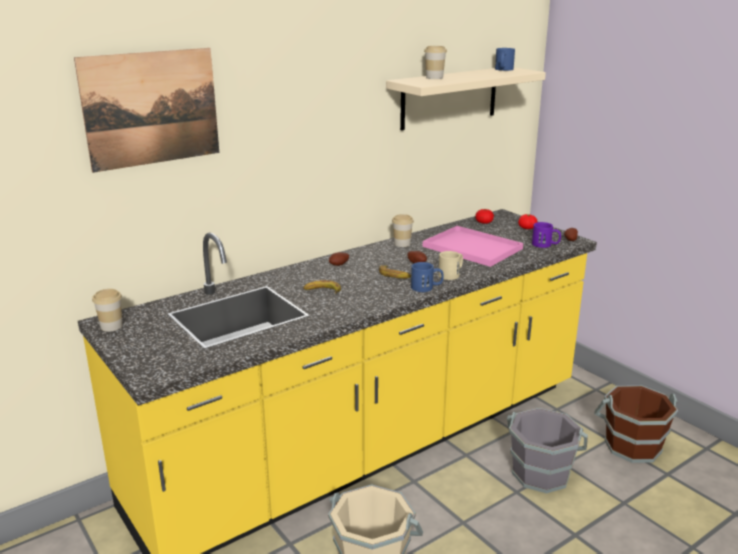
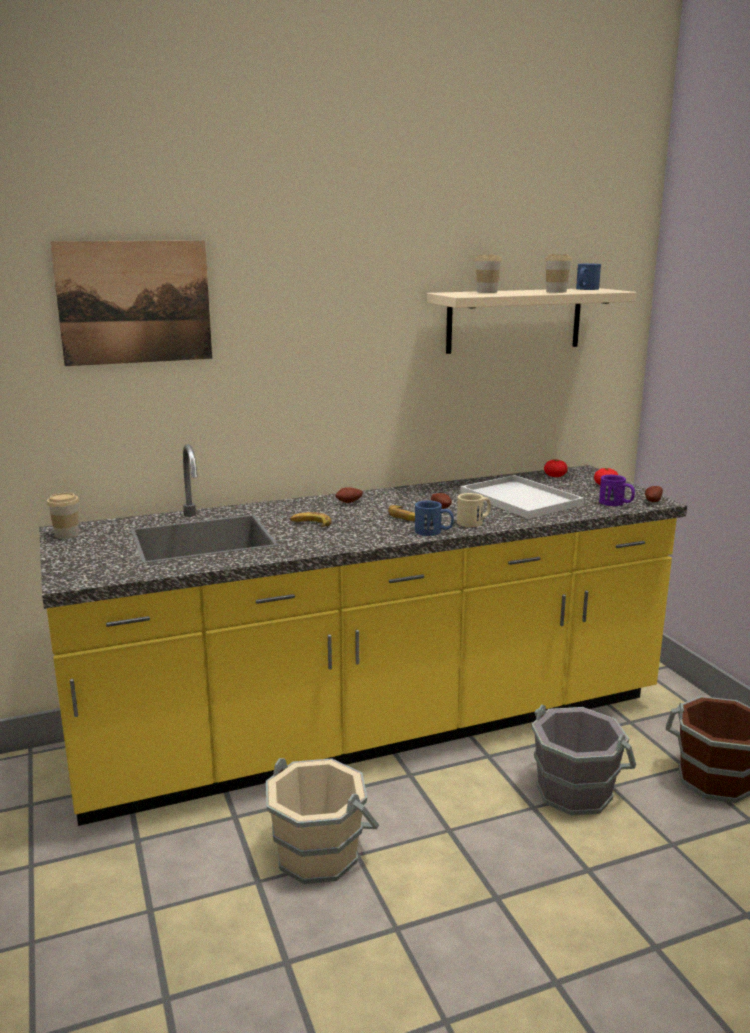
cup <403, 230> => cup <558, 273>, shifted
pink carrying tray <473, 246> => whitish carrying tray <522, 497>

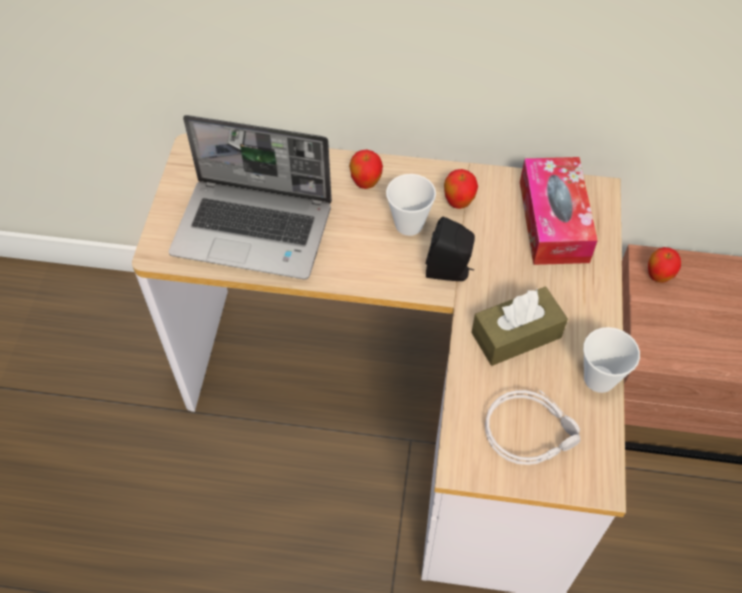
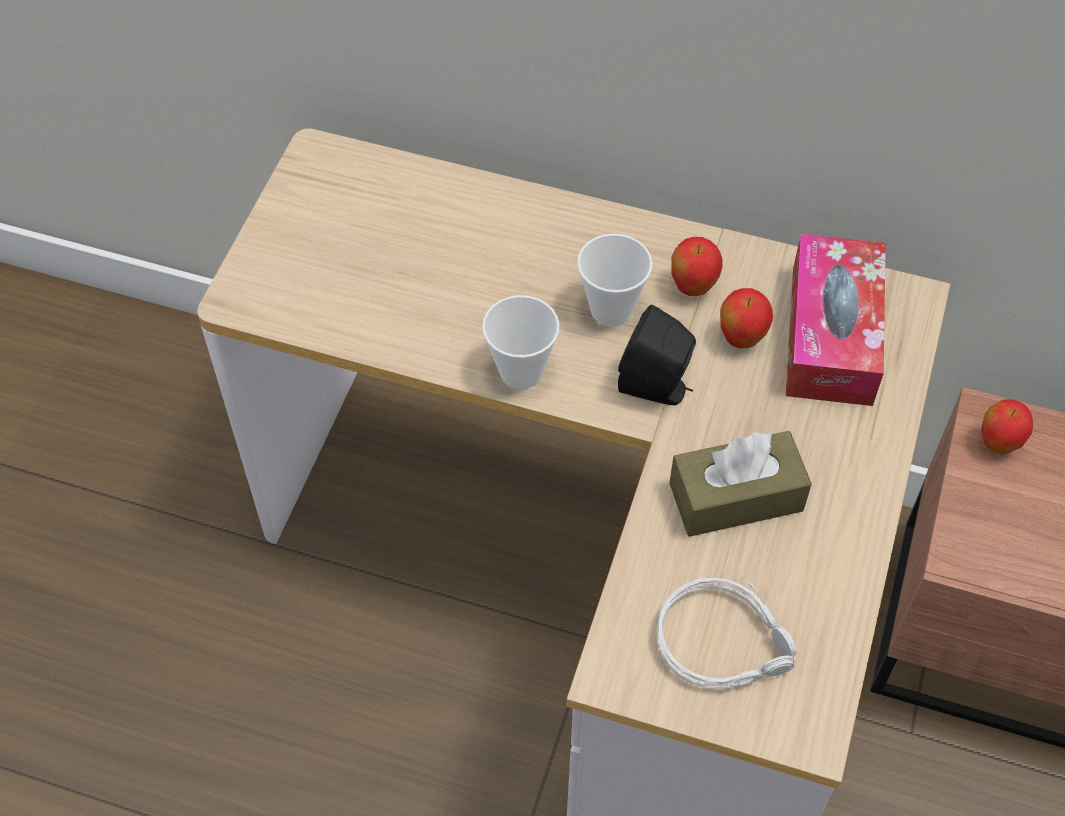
portable computer <250, 197> => nothing
apple fruit <366, 169> => apple fruit <746, 318>, shifted
cup <611, 360> => cup <521, 342>, shifted

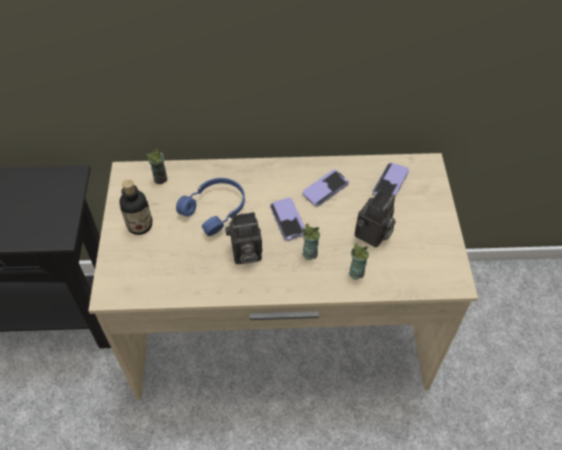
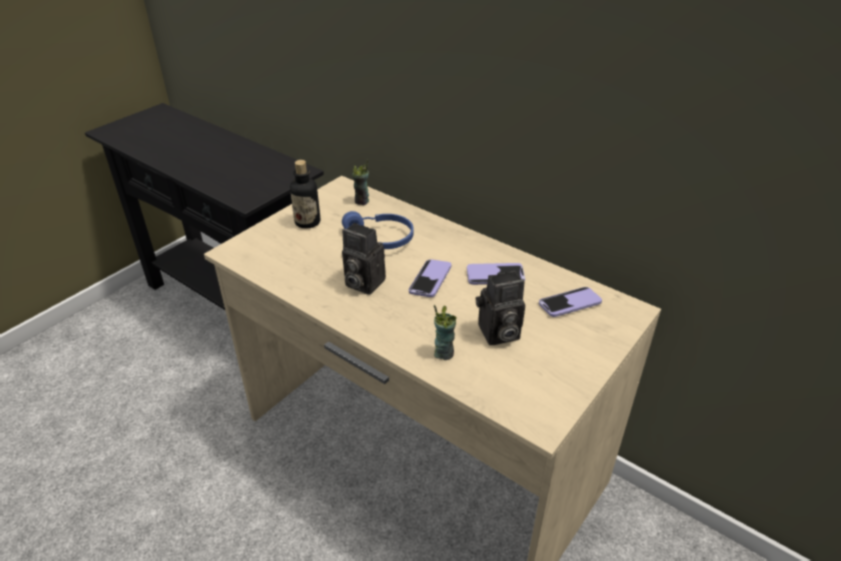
cup <311, 242> => nothing

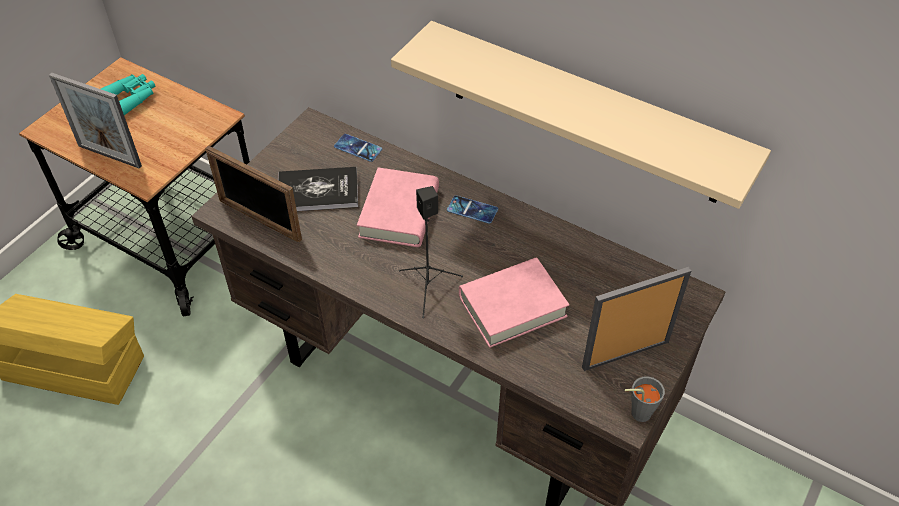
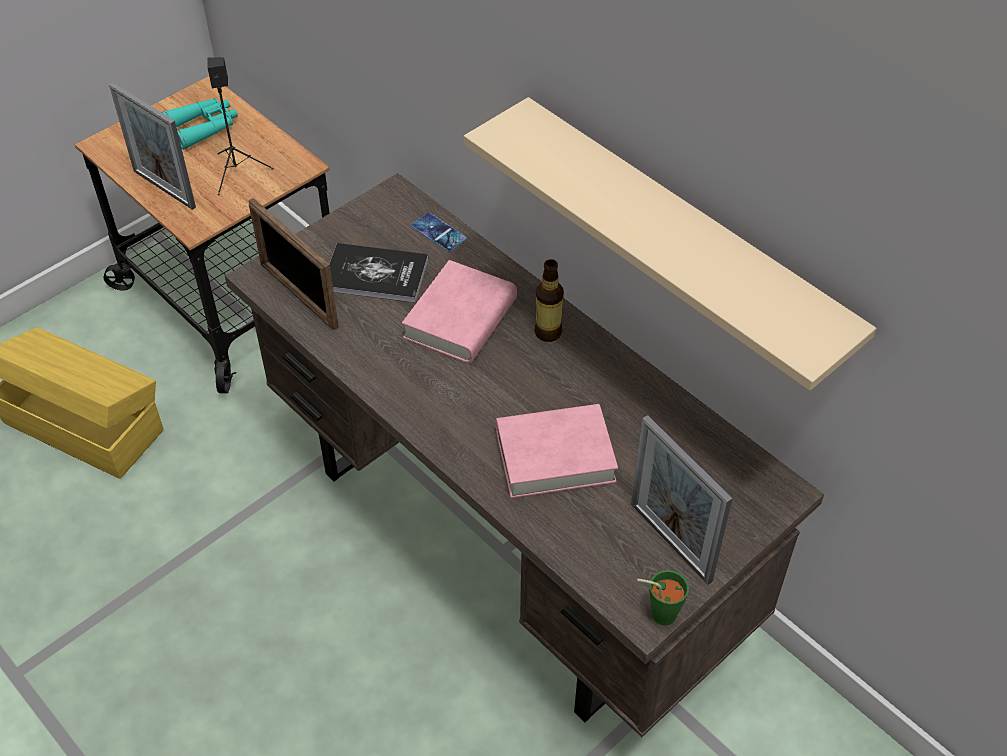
black audio speaker <431, 252> => black audio speaker <240, 126>, shifted
phone <472, 209> => drink bottle <549, 300>
photo frame <636, 319> => photo frame <681, 500>, 120 degrees counterclockwise
grey cup <645, 399> => green-coloured cup <663, 598>

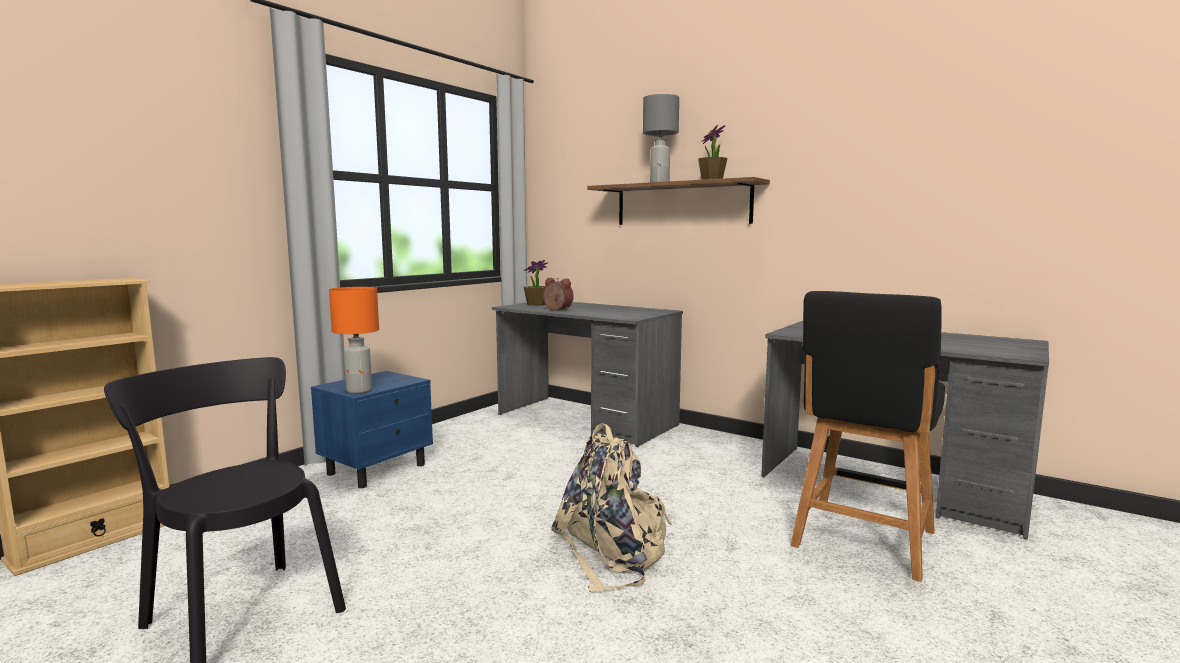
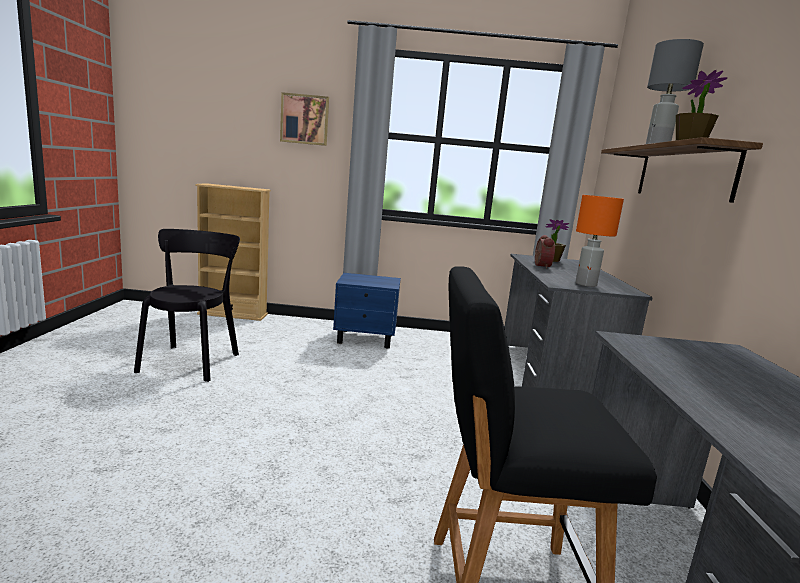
orange tabletop lamp <354, 340> => orange tabletop lamp <600, 241>, shifted
beige-coloured knapsack <611, 507> => nothing
nothing => wall picture <304, 119>

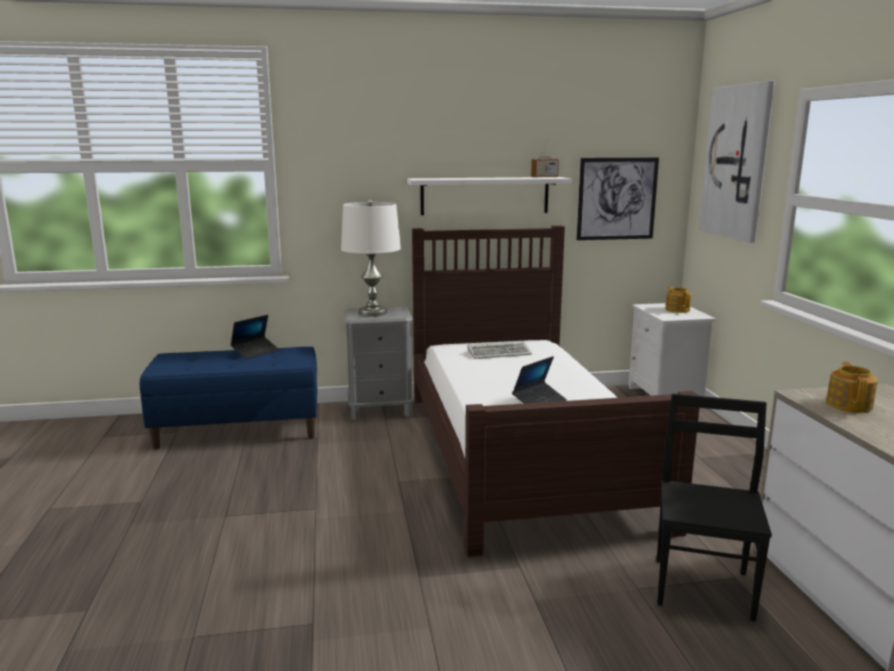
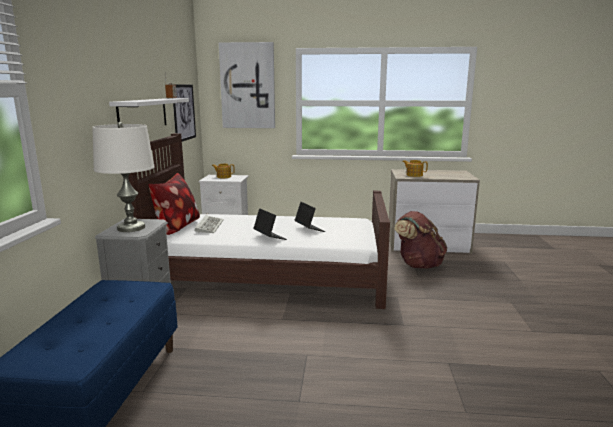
portable computer <255, 337> => portable computer <270, 224>, shifted
black chair <714, 507> => brown-coloured knapsack <420, 240>
nothing => pillow <174, 204>

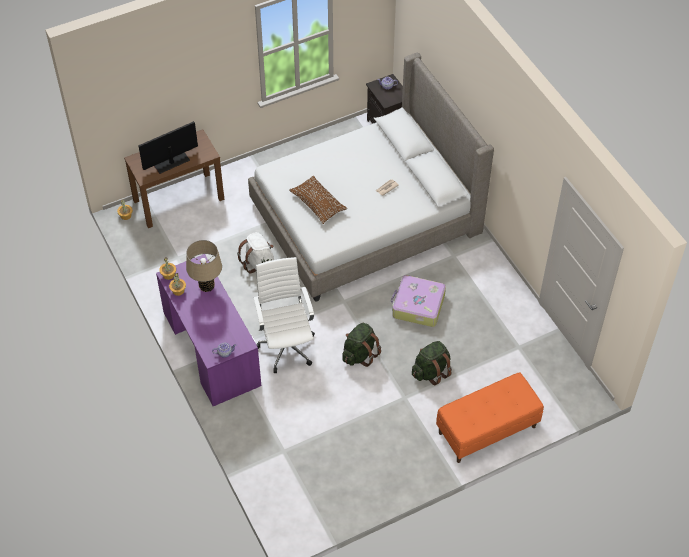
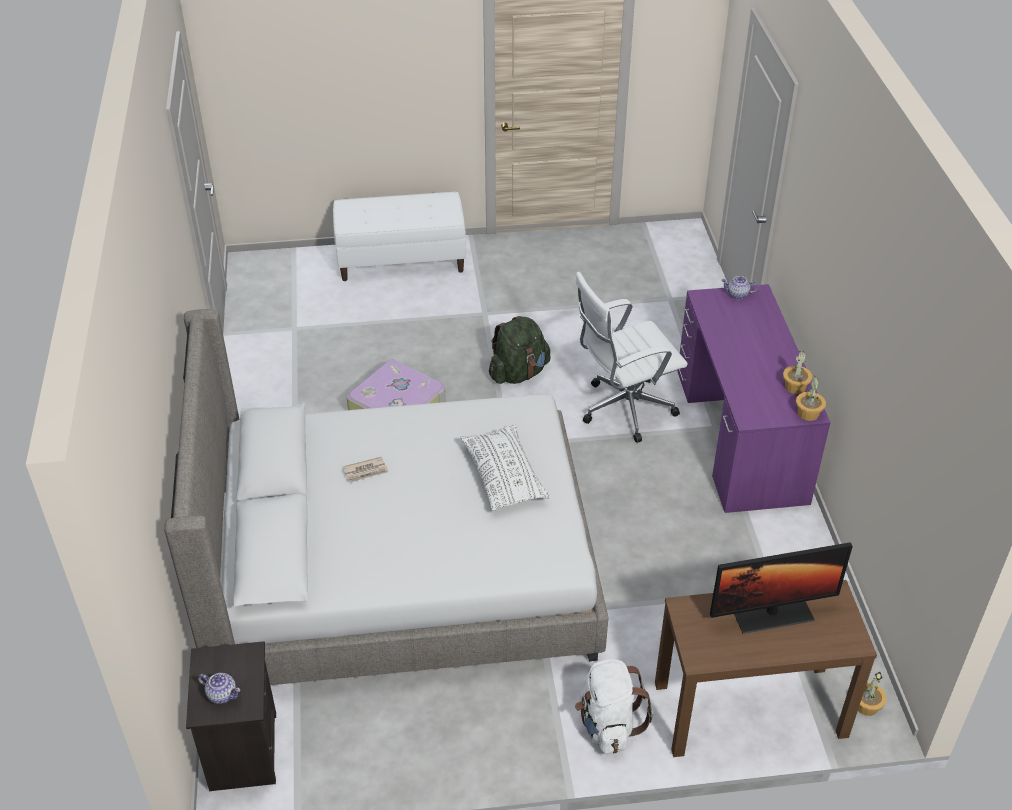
beige-coloured tabletop lamp <204, 266> => nothing
whitish knapsack <255, 252> => whitish knapsack <614, 706>, shifted
whitish office chair <284, 315> => whitish office chair <631, 357>, 60 degrees clockwise
brown-coloured pillow <318, 200> => whitish pillow <505, 467>
green-coloured knapsack <432, 363> => nothing
orange bench <490, 417> => whitish bench <399, 236>

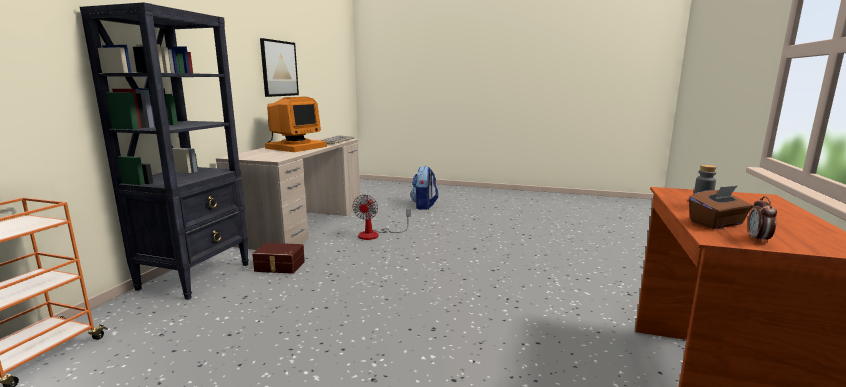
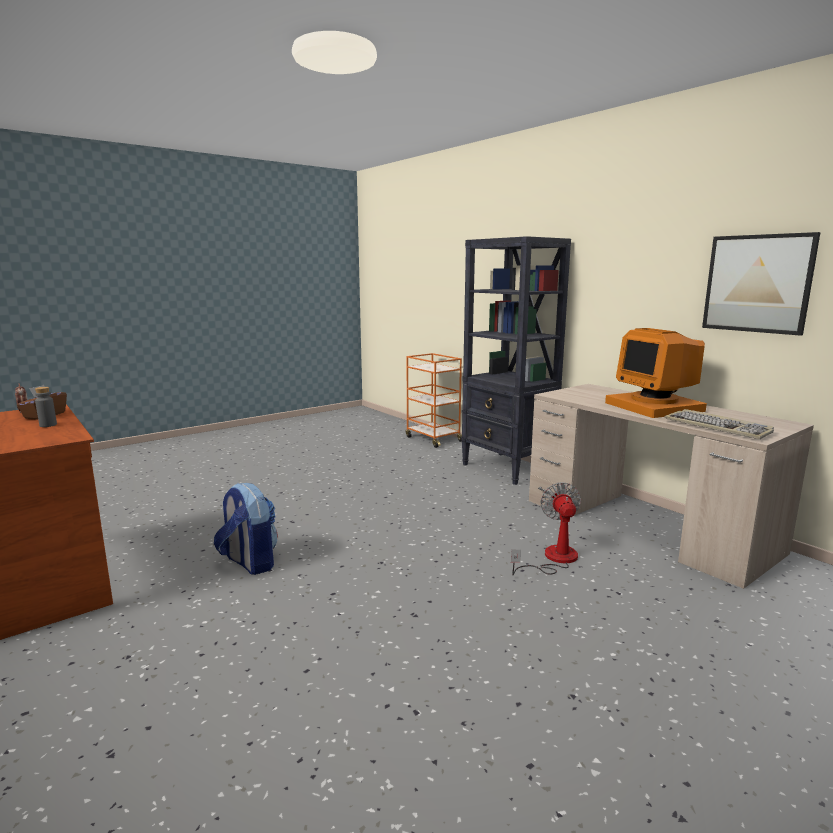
brown-coloured storage box <278, 258> => nothing
fan <381, 217> => fan <546, 529>, 45 degrees clockwise
knapsack <424, 188> => knapsack <246, 529>, shifted

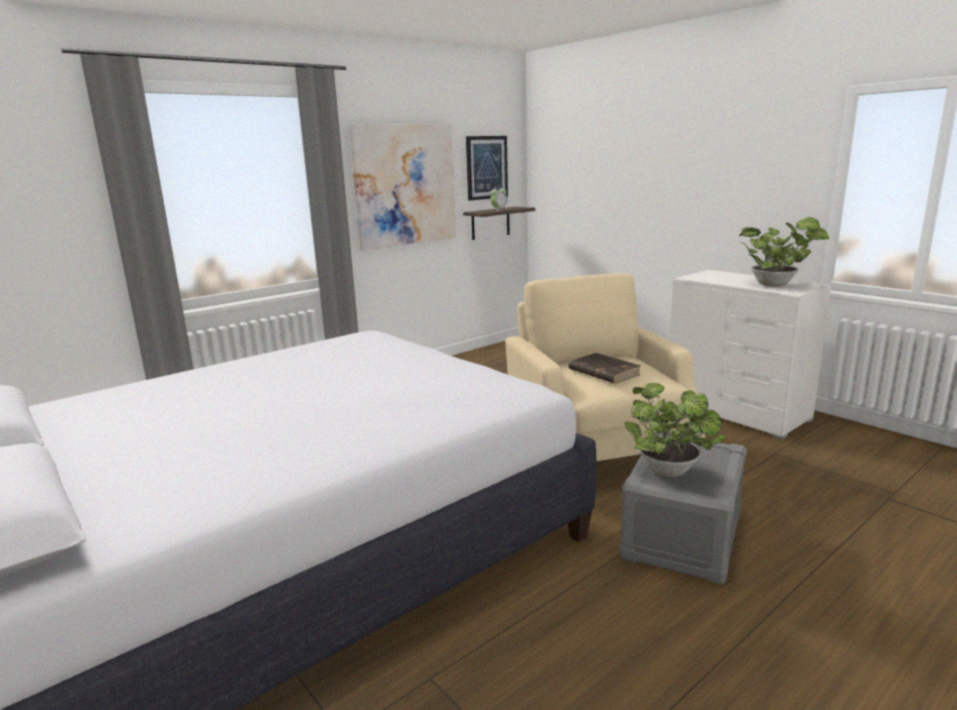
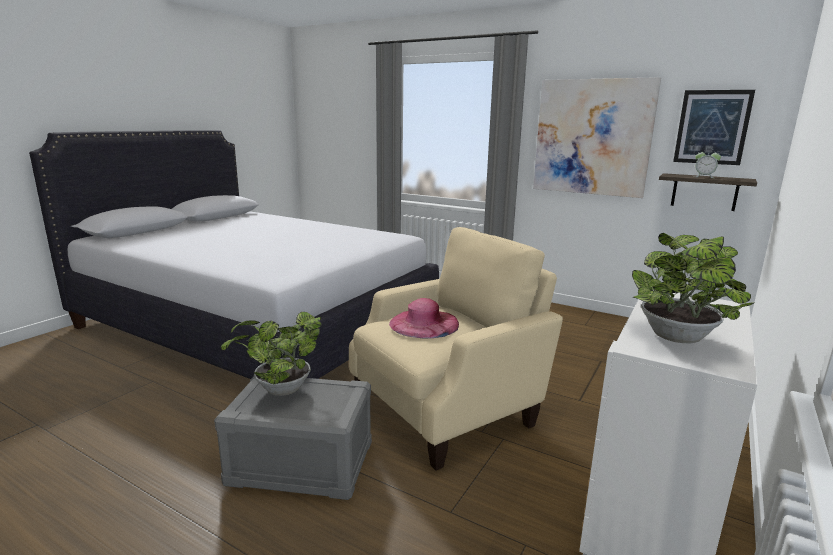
brown-coloured bound book <604, 368> => pink wearable hat <424, 318>

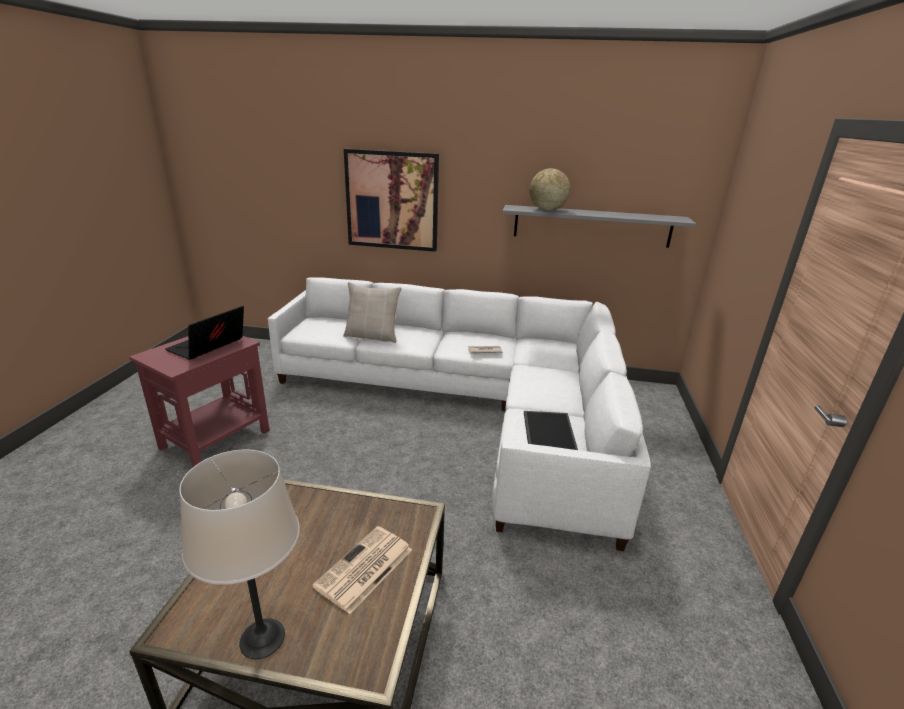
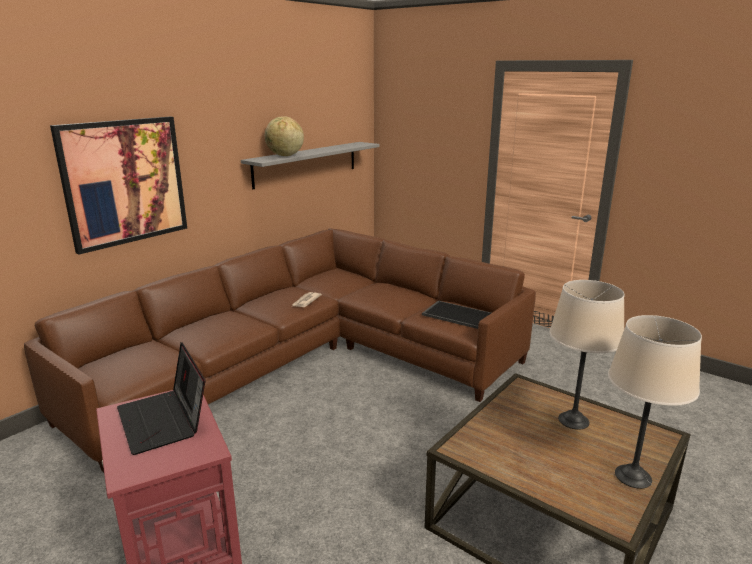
whitish sofa <459, 414> => brown-coloured sofa <280, 350>
printed paper <362, 570> => beige-coloured tabletop lamp <586, 355>
beige-coloured pillow <372, 312> => nothing

